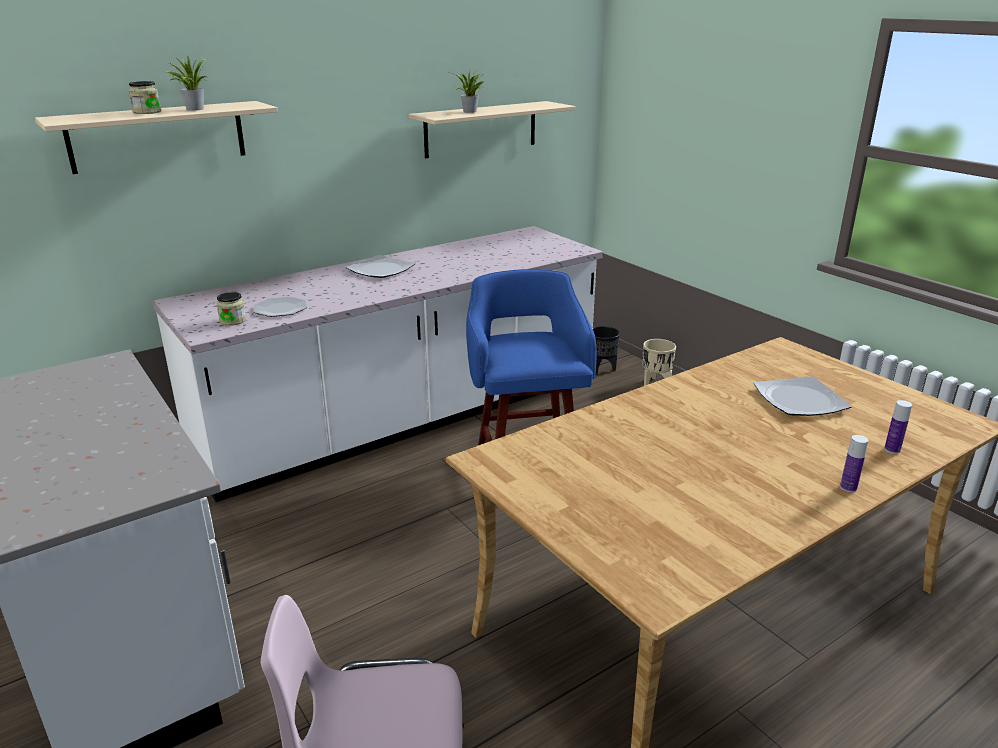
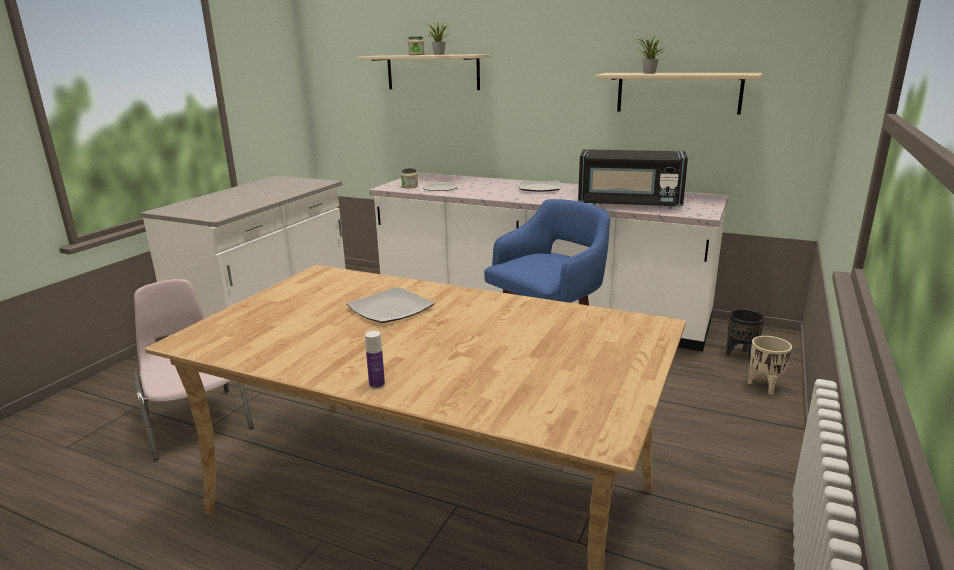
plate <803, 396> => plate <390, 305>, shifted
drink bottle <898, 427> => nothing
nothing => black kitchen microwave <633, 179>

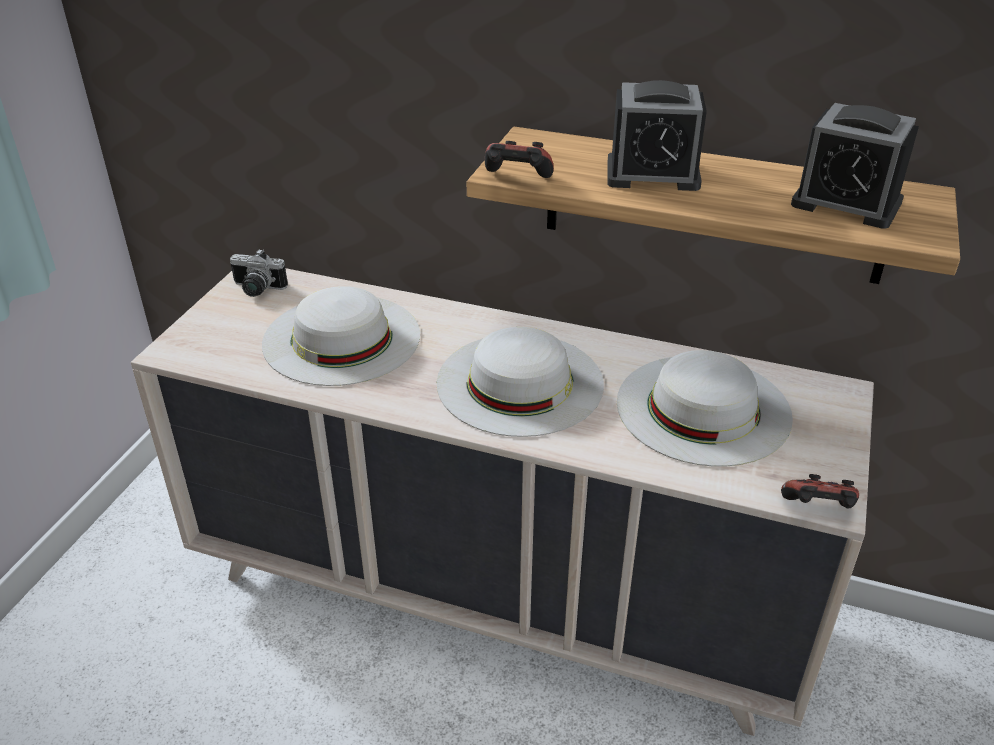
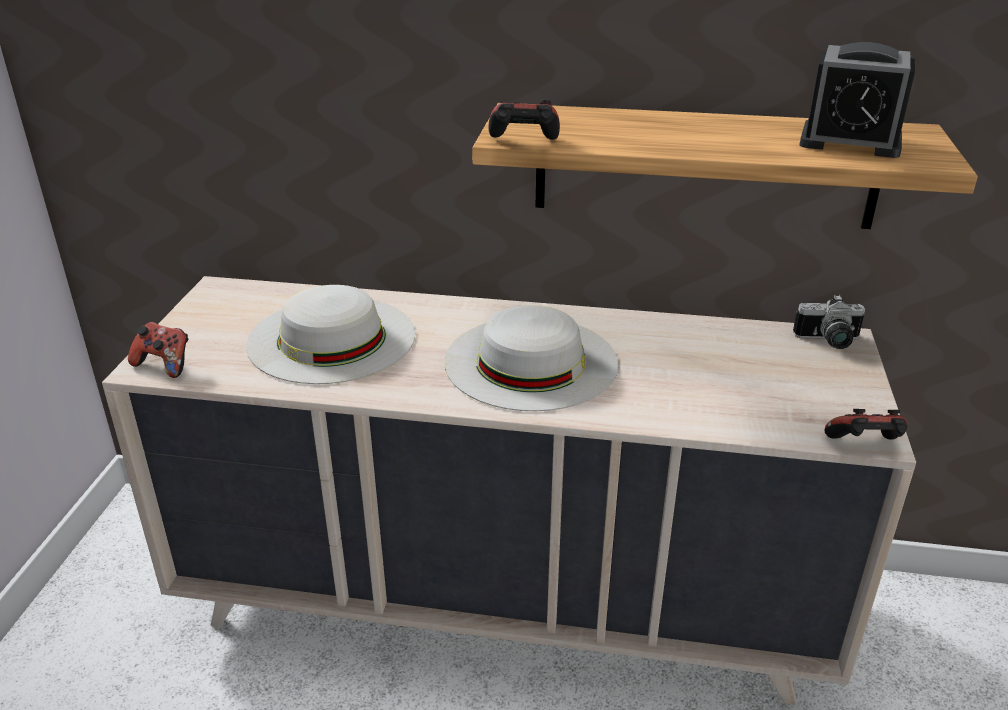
still camera <259, 273> => still camera <829, 322>, shifted
alarm clock <657, 135> => nothing
whitish wearable hat <705, 408> => nothing
nothing => game controller <158, 350>

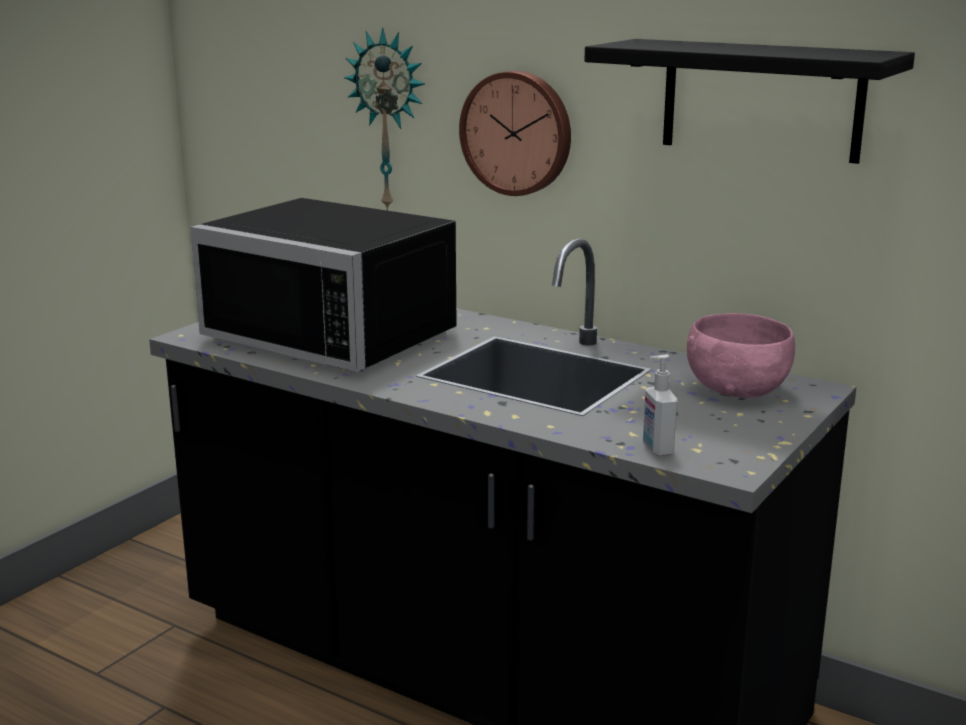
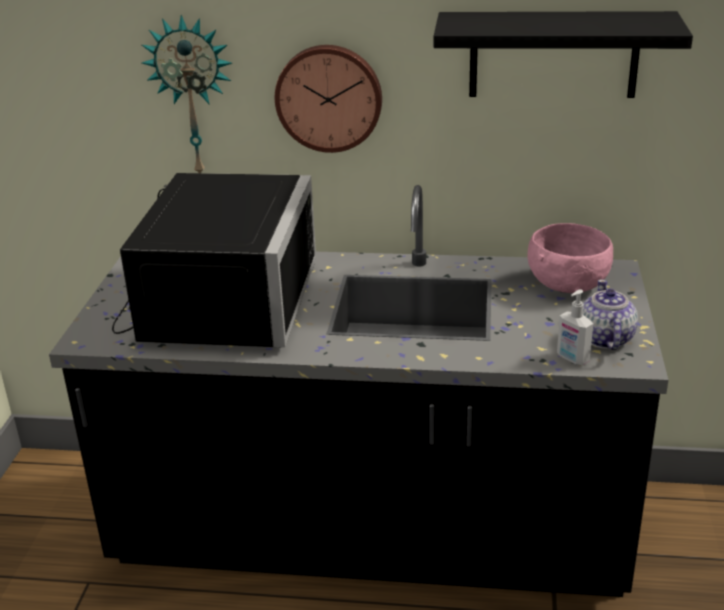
black kitchen microwave <323, 285> => black kitchen microwave <214, 260>, 90 degrees counterclockwise
nothing => tea pot <610, 314>

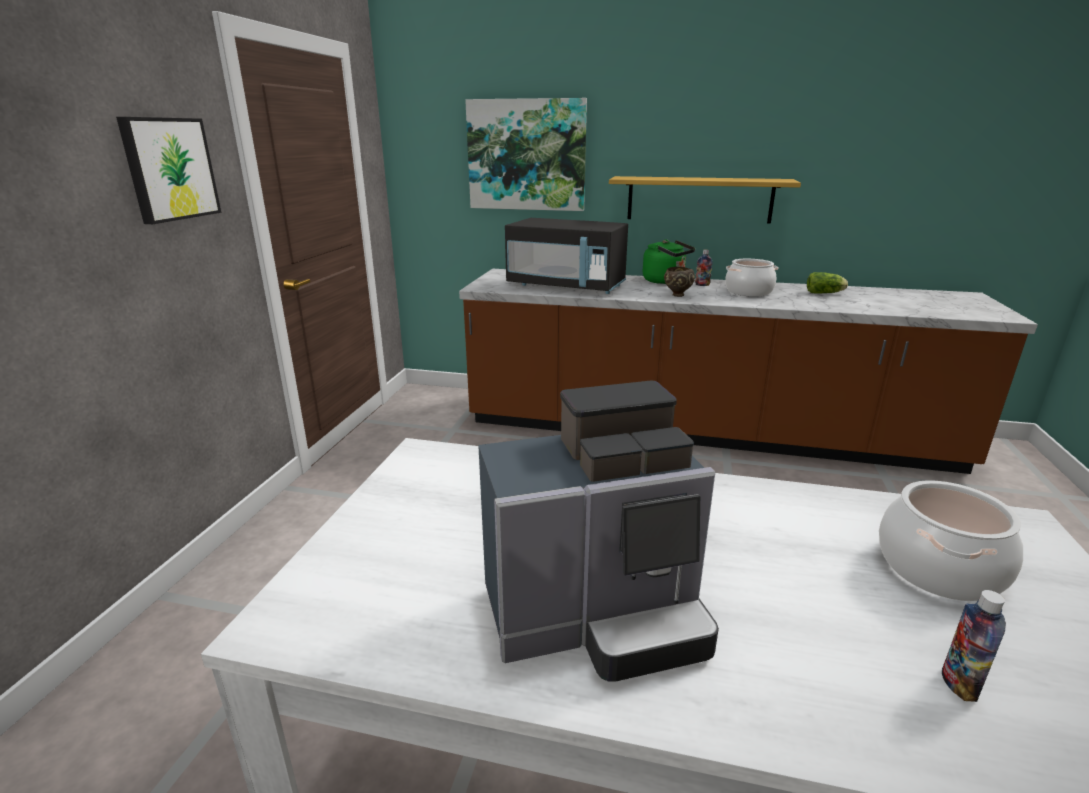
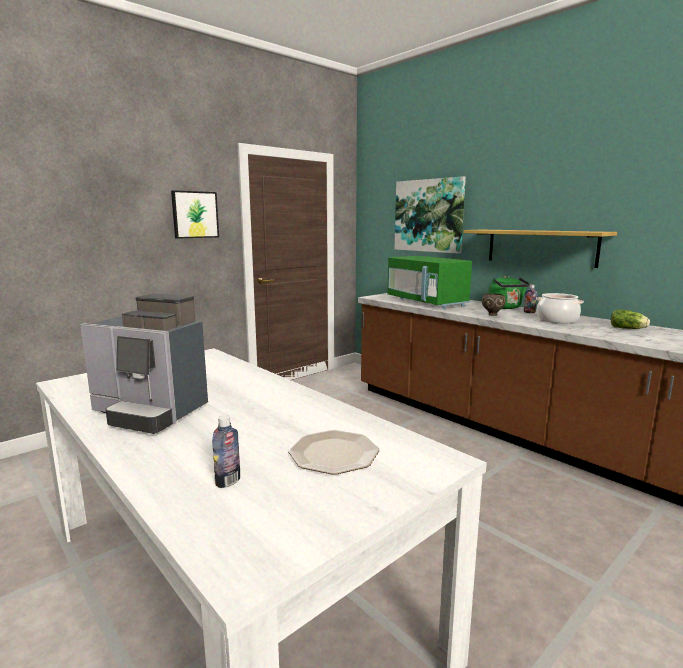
black kitchen microwave <566, 256> => green-coloured kitchen microwave <430, 282>
saucepot <951, 540> => plate <334, 452>

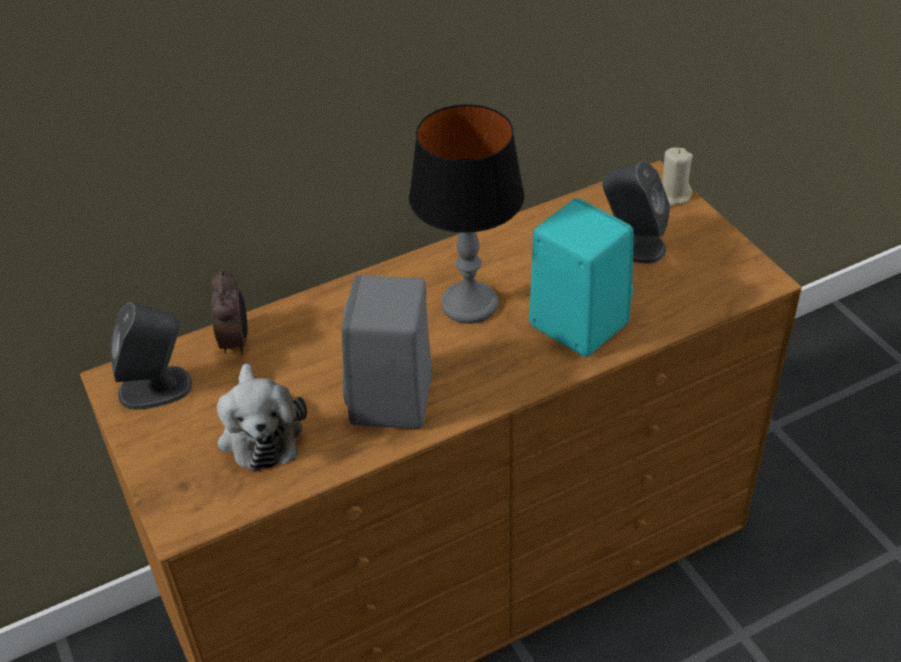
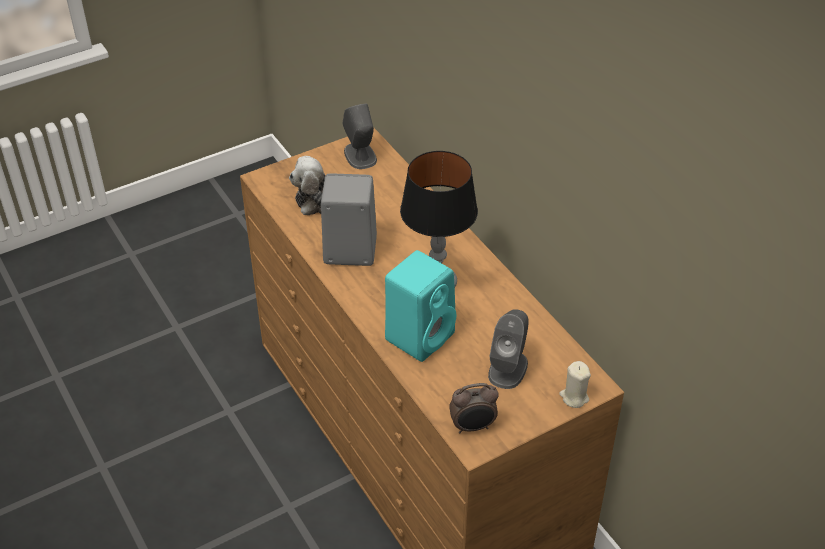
alarm clock <229, 311> => alarm clock <474, 408>, shifted

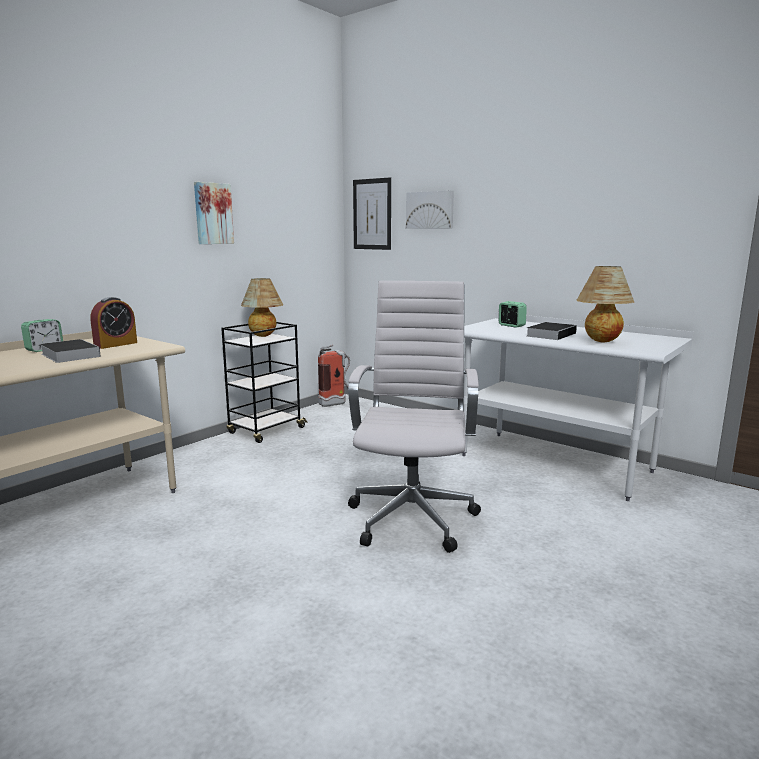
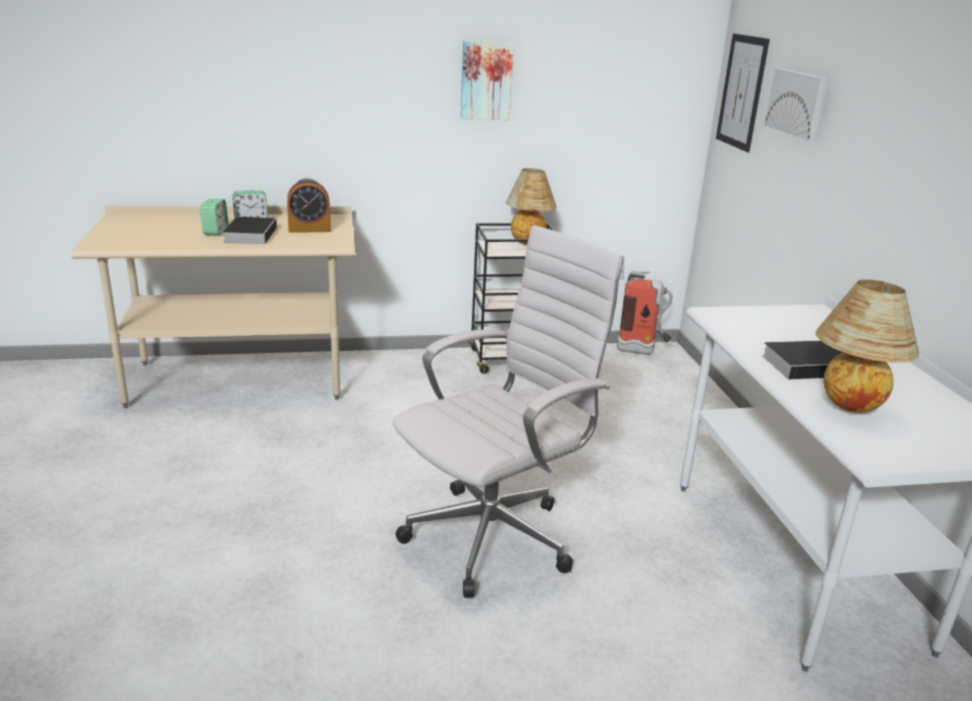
alarm clock <513, 314> => alarm clock <214, 217>, shifted

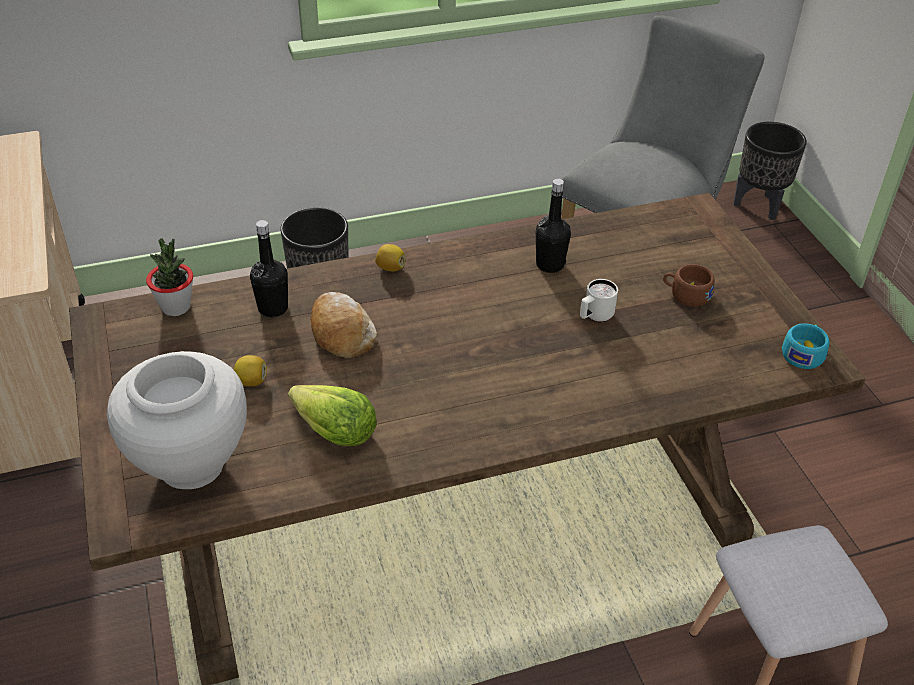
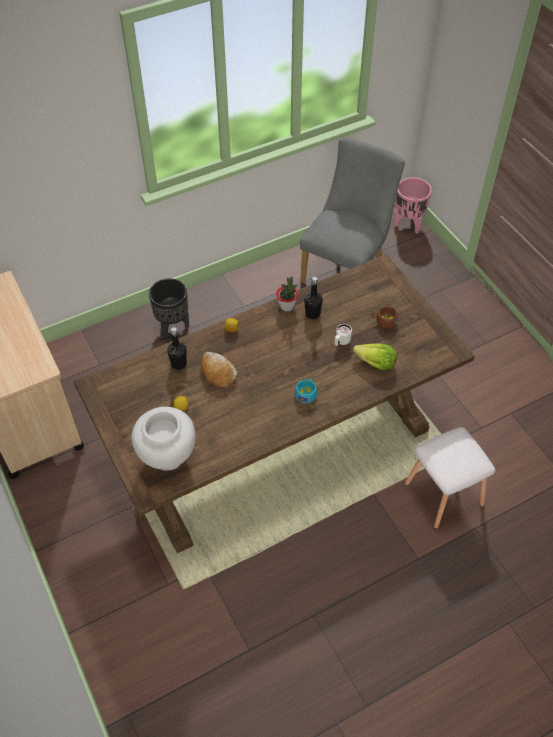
plant in a pot <169, 277> => plant in a pot <287, 293>, shifted
head of lettuce <332, 415> => head of lettuce <375, 357>, shifted
black plant pot <770, 171> => pink plant pot <413, 206>
turquoise-coloured cup <806, 346> => turquoise-coloured cup <306, 390>, shifted

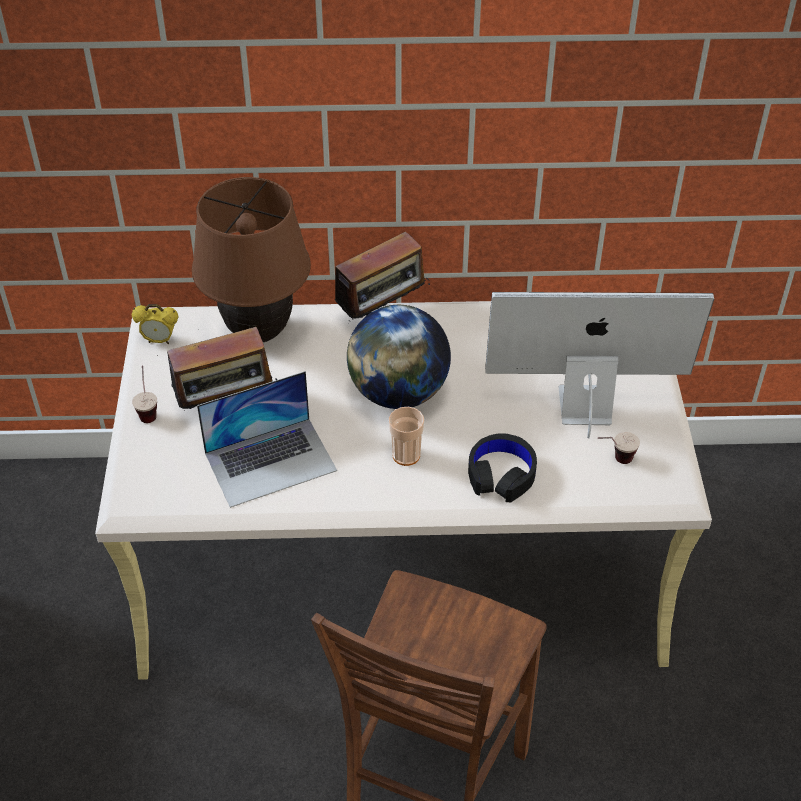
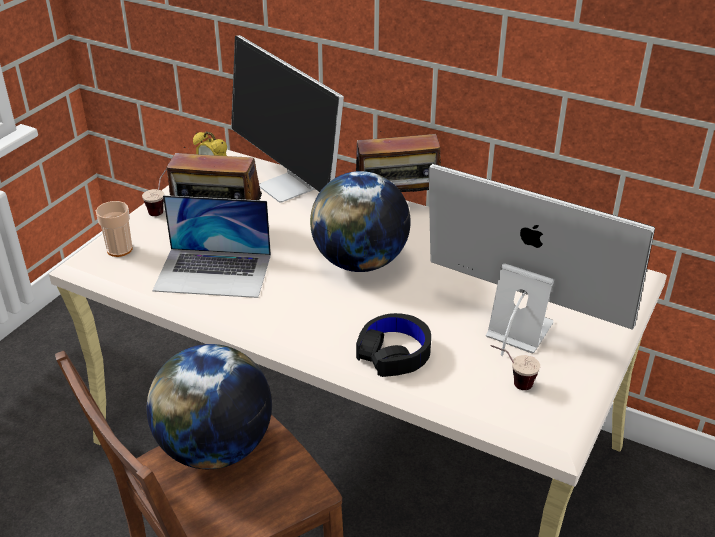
brown-coloured tabletop lamp <251, 259> => computer display <287, 119>
cup <406, 436> => cup <114, 229>, shifted
nothing => desk globe <209, 406>

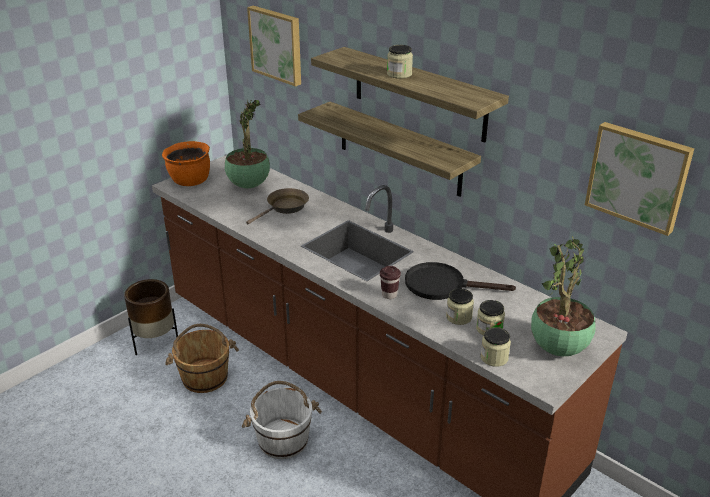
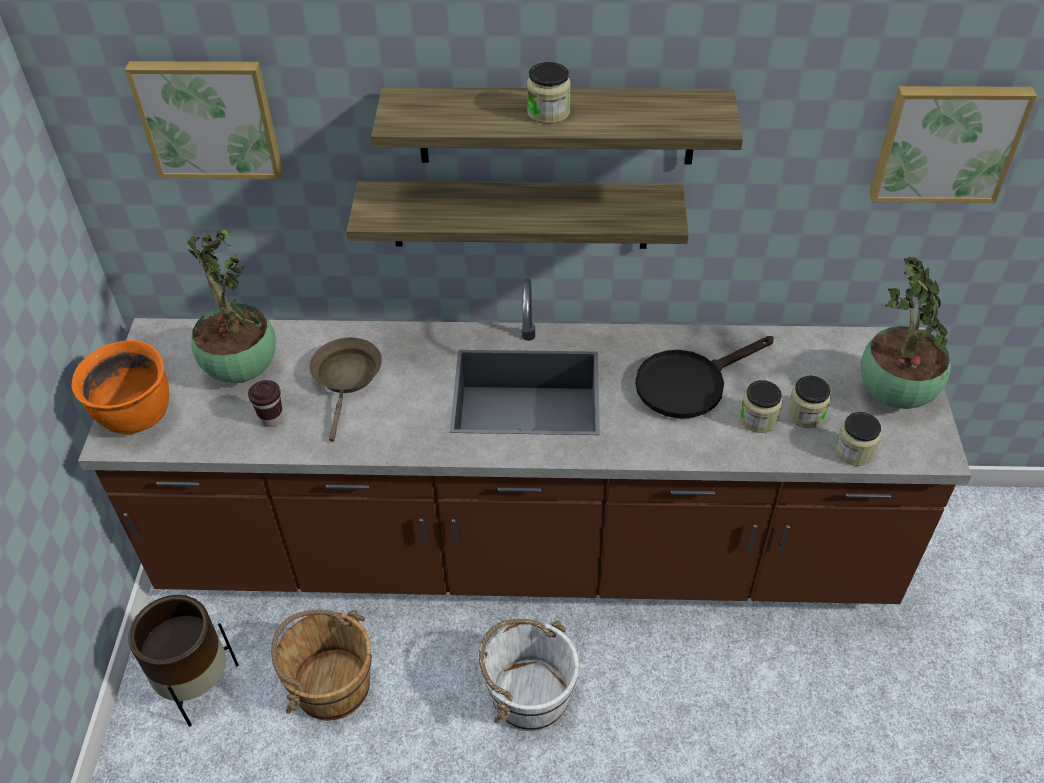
brown-coloured cup <390, 282> => brown-coloured cup <265, 403>, shifted

